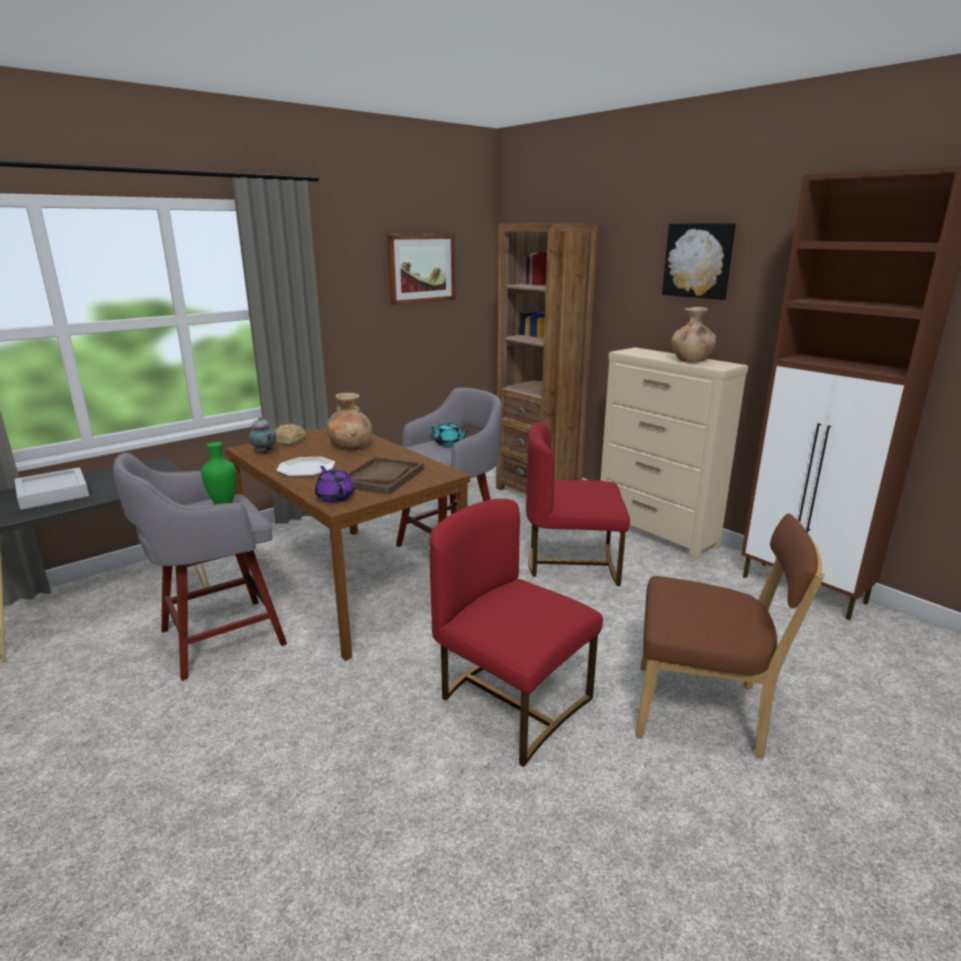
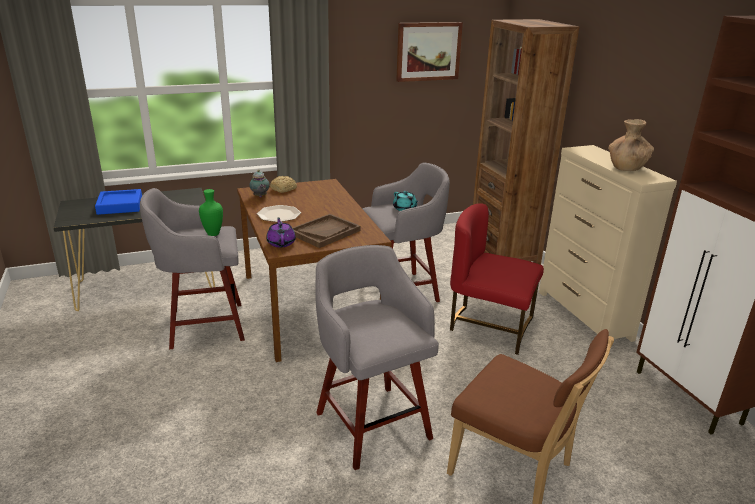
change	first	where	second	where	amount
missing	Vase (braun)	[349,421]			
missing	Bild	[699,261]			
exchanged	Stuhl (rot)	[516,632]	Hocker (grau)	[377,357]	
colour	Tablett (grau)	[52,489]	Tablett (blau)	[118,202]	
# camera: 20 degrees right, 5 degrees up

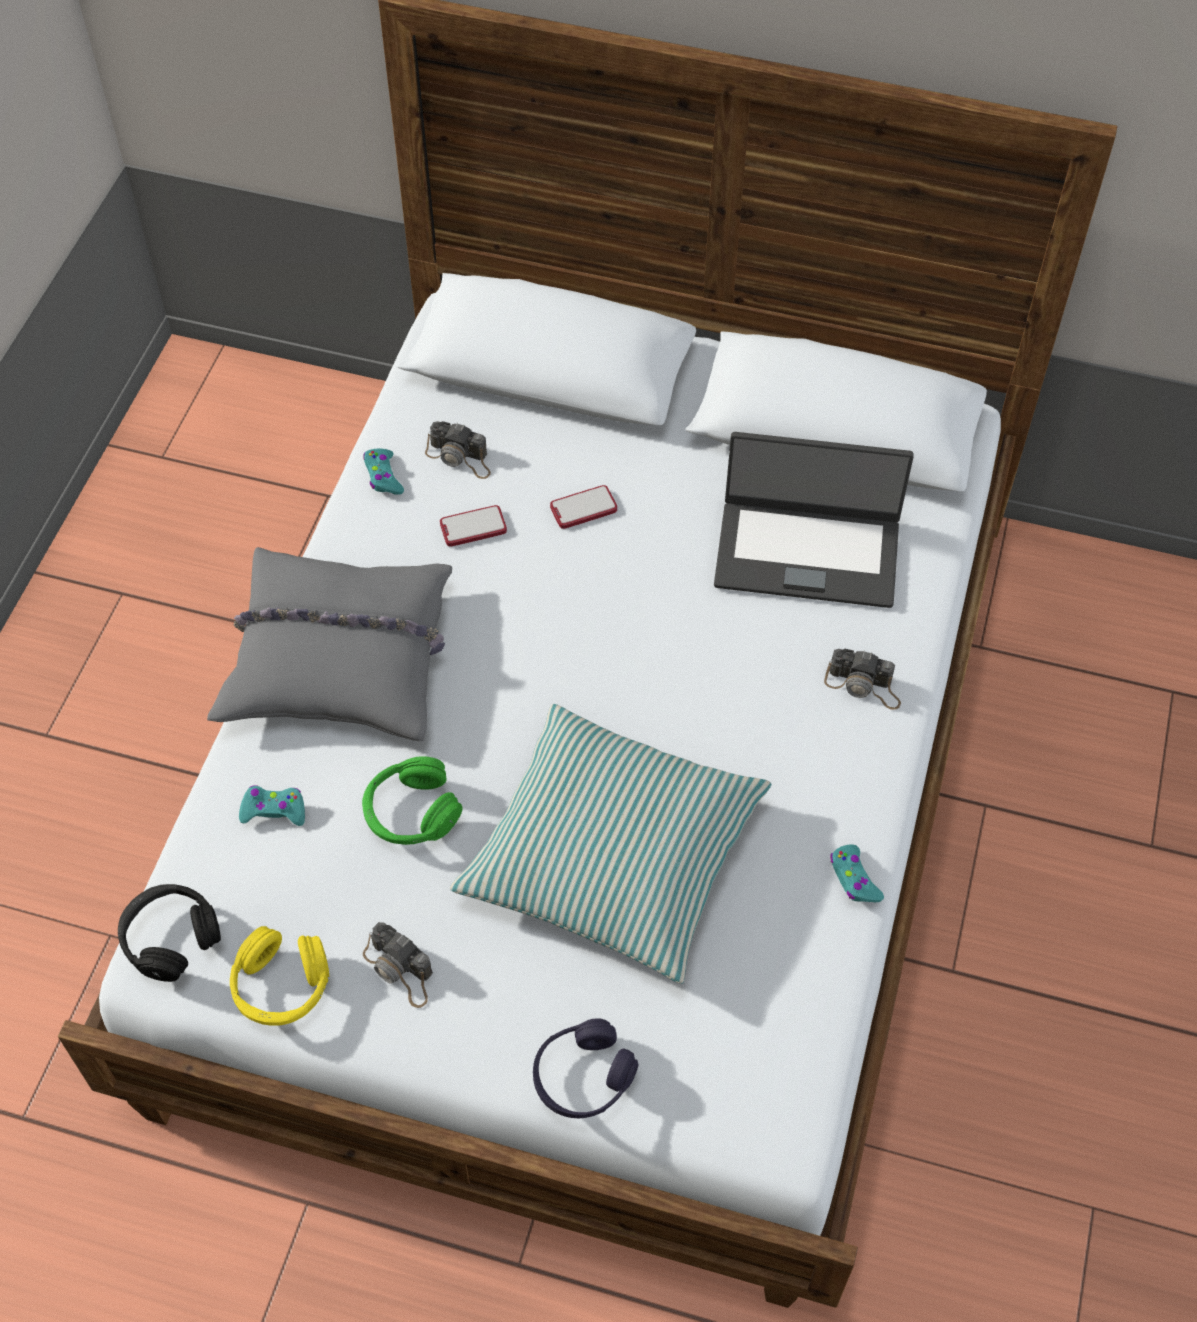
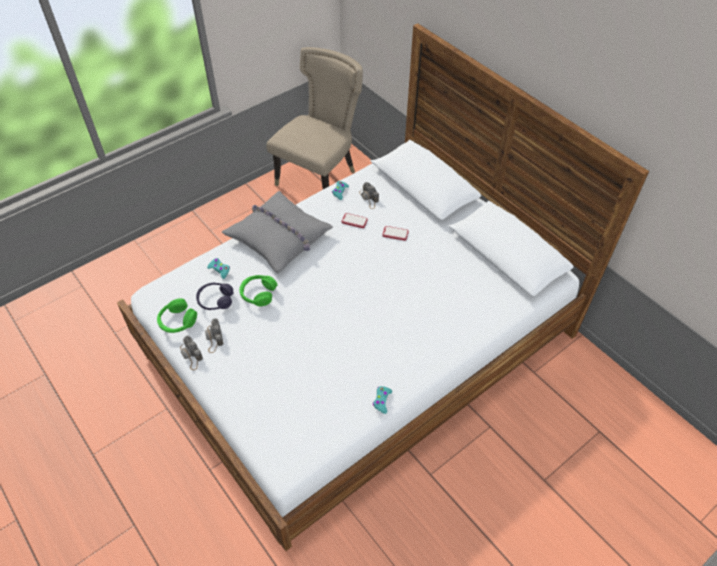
change	first	where	second	where	amount
missing	Kopfhörer (schwarz)	[169,933]			
missing	Kissen	[610,844]			
missing	Laptop	[814,520]			
appeared			Stuhl (beige)	[314,118]	
relocated	Kopfhörer (lila)	[586,1068]		[214,296]	
relocated	Kamera	[862,679]		[191,352]	
colour	Kopfhörer (gelb)	[279,976]	Kopfhörer (grün)	[177,315]	
# camera: 35 degrees right, 5 degrees down

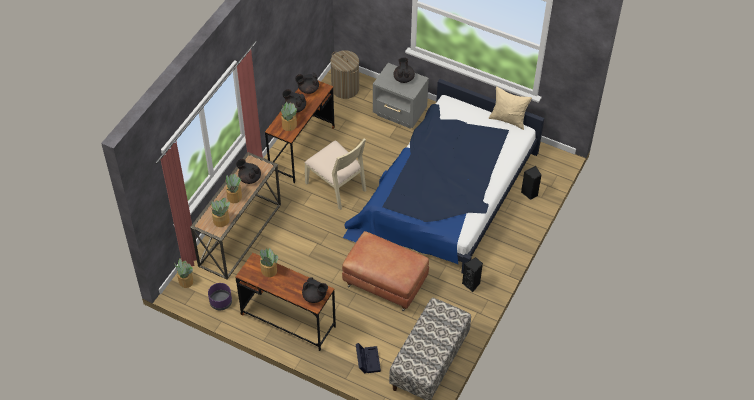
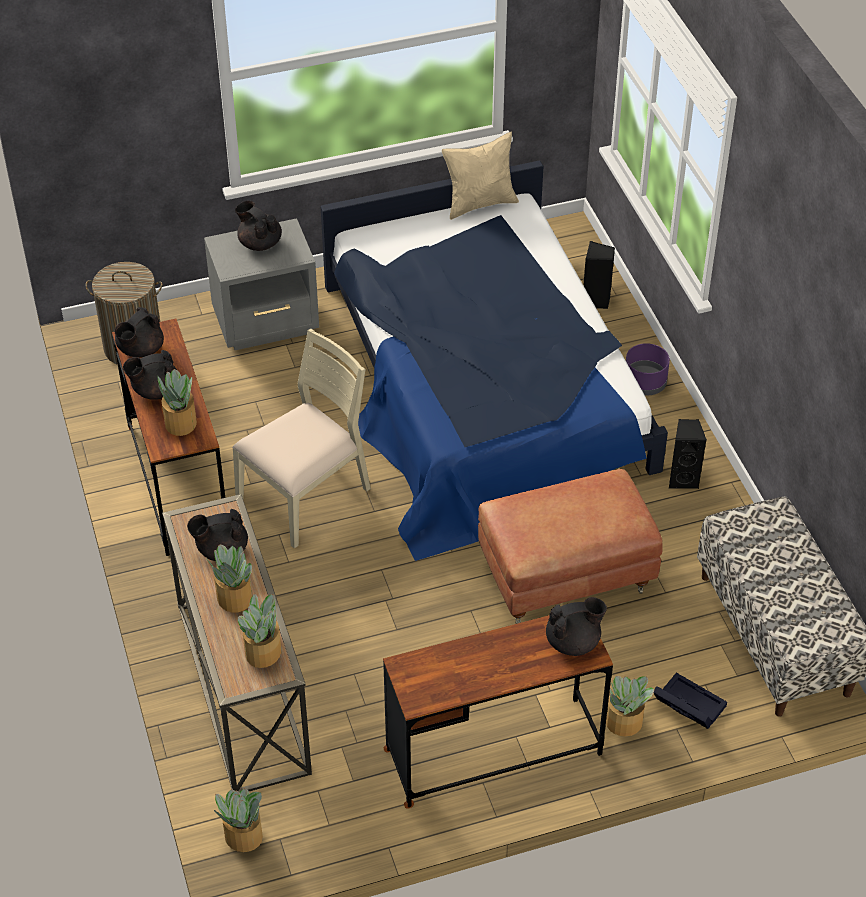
change	first	where	second	where	amount
relocated	Pflanzkübel (lila)	[220,296]		[648,369]	
relocated	Topfpflanze	[268,262]		[630,706]	
spun	Stuhl (beige)	[335,174]		[301,439]	45 degrees counterclockwise
# camera: 45 degrees left, 5 degrees down

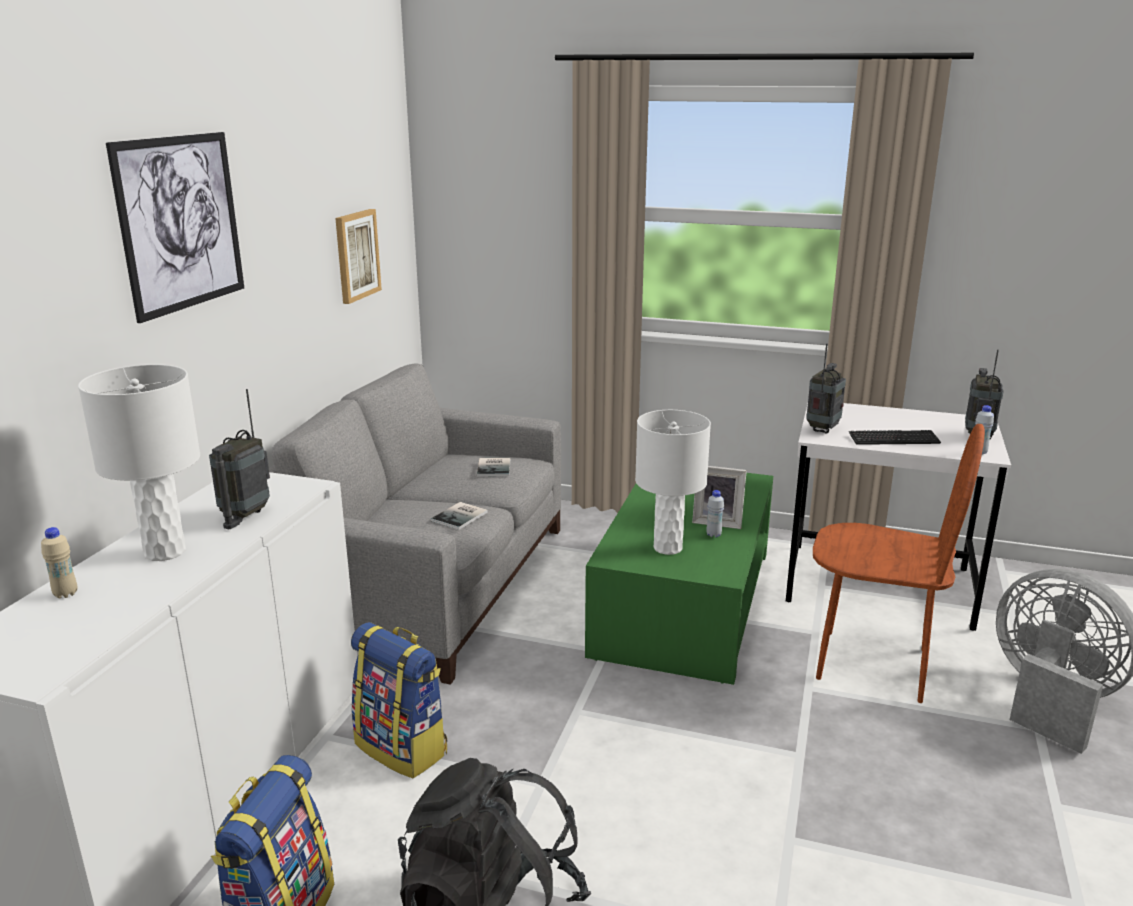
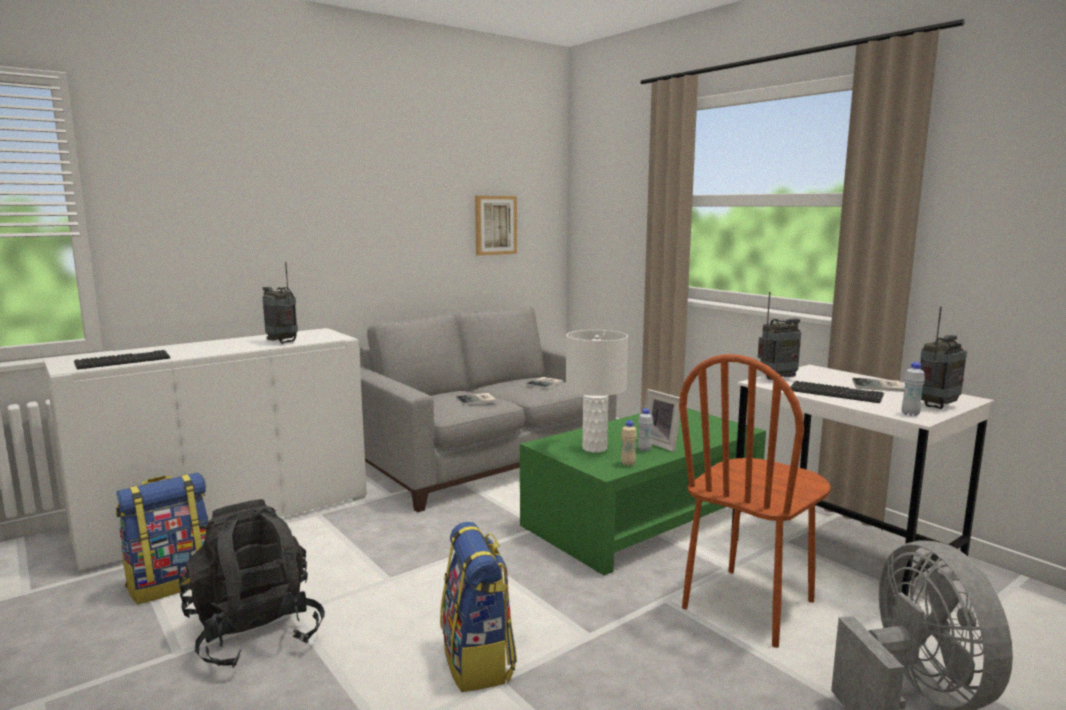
change	first	where	second	where	amount
missing	Tischlampe (weiß)	[139,462]			
missing	Bild	[175,227]			
appeared			Tastatur	[122,359]	
appeared			Buch	[878,385]	
relocated	Flasche (beige)	[59,562]		[629,443]	
relocated	Rucksack	[399,700]		[478,607]	
spun	Radio	[239,459]		[280,303]	75 degrees clockwise
spun	Stuhl (braun)	[899,563]		[755,501]	75 degrees clockwise
# camera: 35 degrees right, 10 degrees down

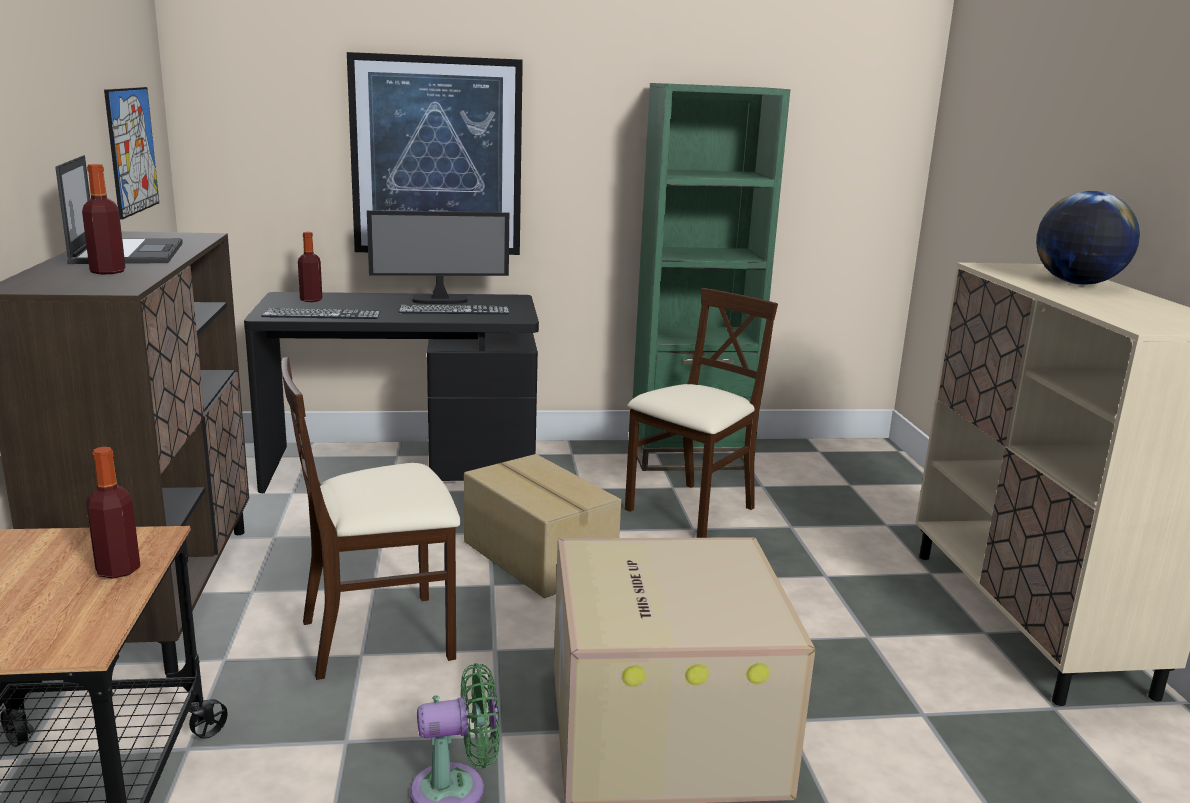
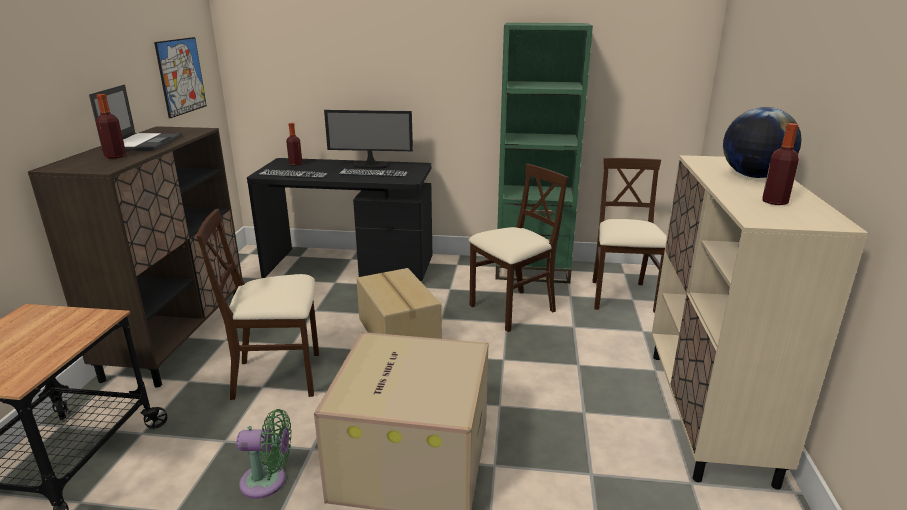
change	first	where	second	where	amount
missing	Bild	[435,153]			
appeared			Stuhl (beige)	[629,235]	
relocated	Flasche	[113,513]		[780,164]	
# camera: 15 degrees right, 5 degrees up

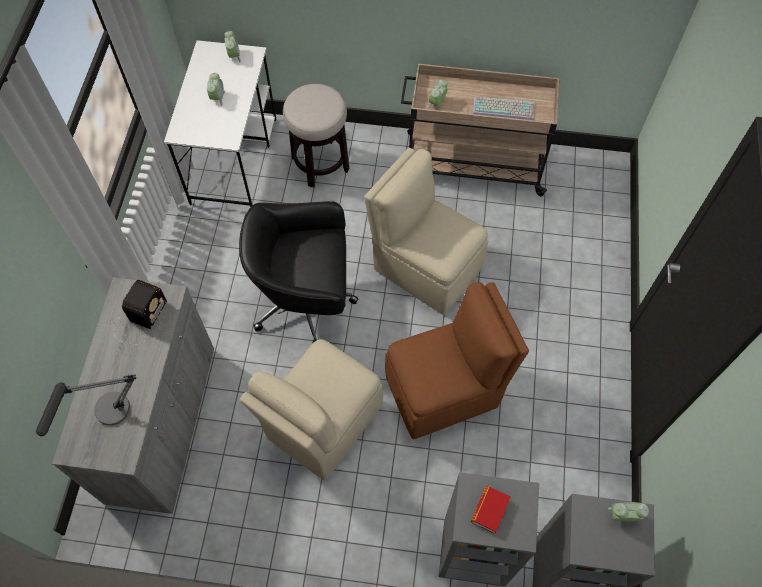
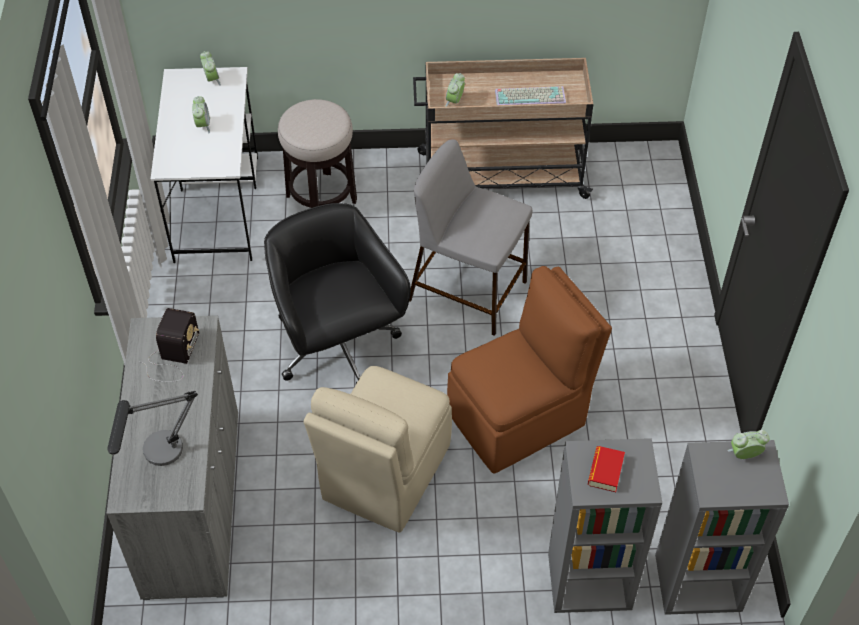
change	first	where	second	where	amount
exchanged	Stuhl (beige)	[426,231]	Hocker (grau)	[470,237]	
spun	Bürostuhl (schwarz)	[298,272]		[337,293]	75 degrees clockwise
# camera: 10 degrees left, 10 degrees down

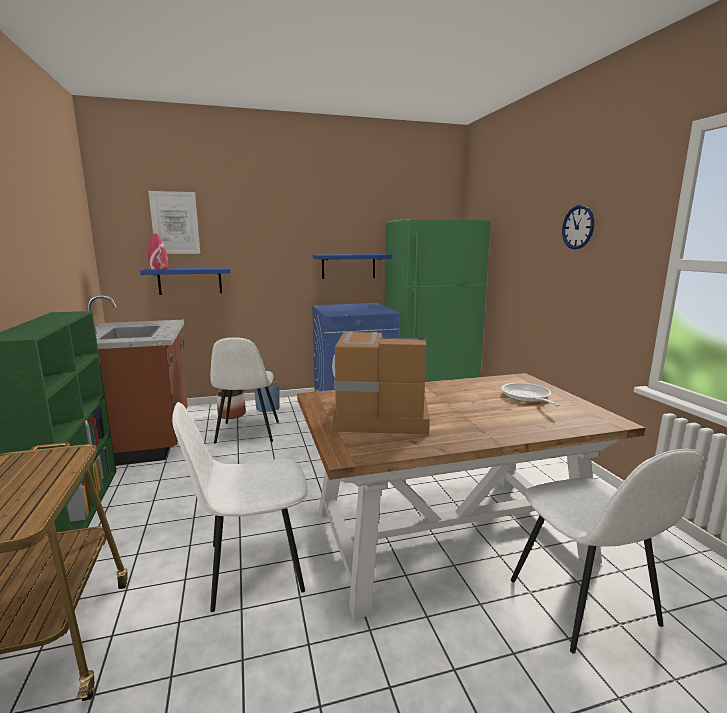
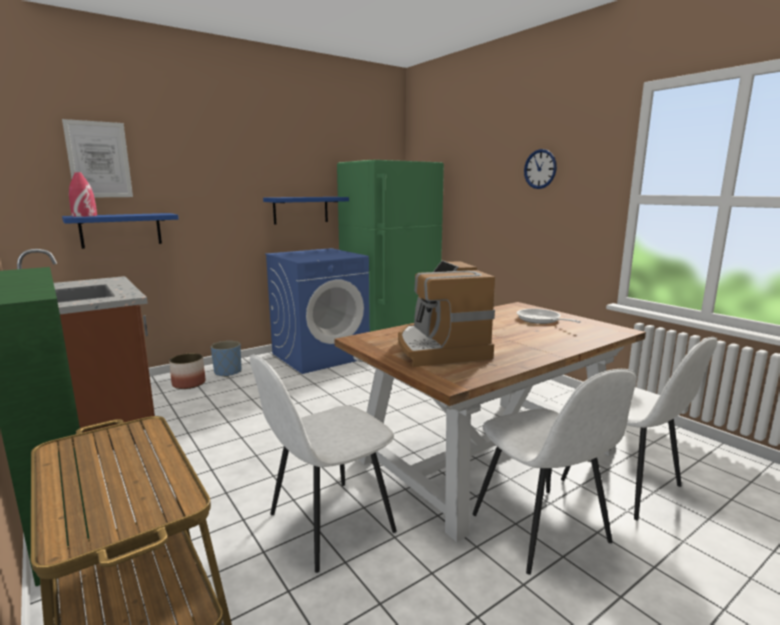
change	first	where	second	where	amount
relocated	Stuhl (weiß)	[244,390]		[554,472]	
spun	Kaffeemaschine	[381,383]		[446,314]	90 degrees counterclockwise
# camera: 20 degrees left, 0 degrees up

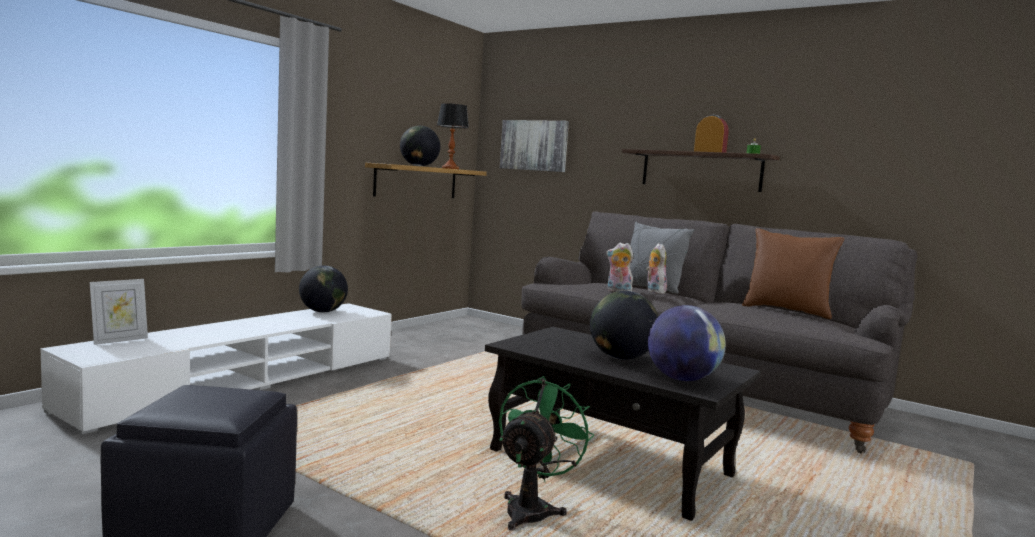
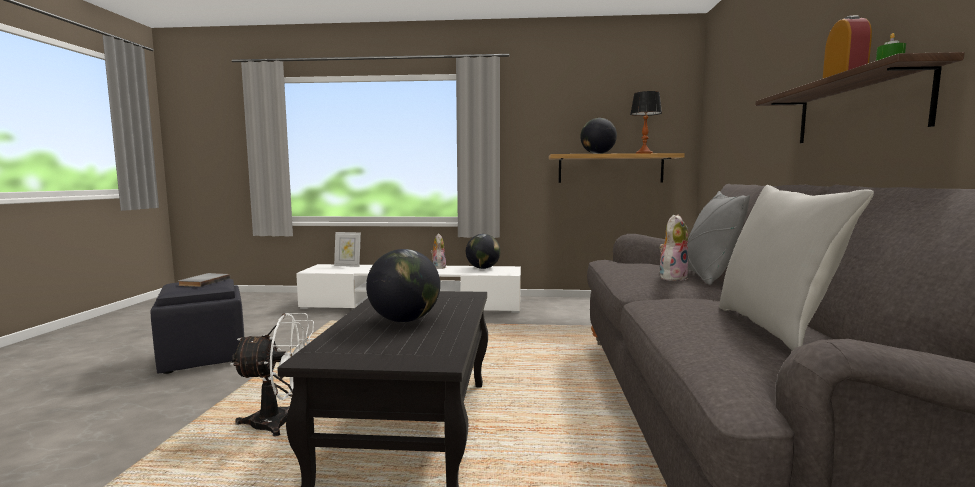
change	first	where	second	where	amount
missing	Bild	[534,146]			
missing	Globus	[687,343]			
appeared			Buch (grau)	[204,280]	
relocated	Plüschtier	[620,267]		[438,251]	
colour	Ventilator (grün)	[546,453]	Ventilator (weiß)	[272,375]	
colour	Kissen (braun)	[793,273]	Kissen (grau)	[796,268]	
# camera: 60 degrees right, 0 degrees up

